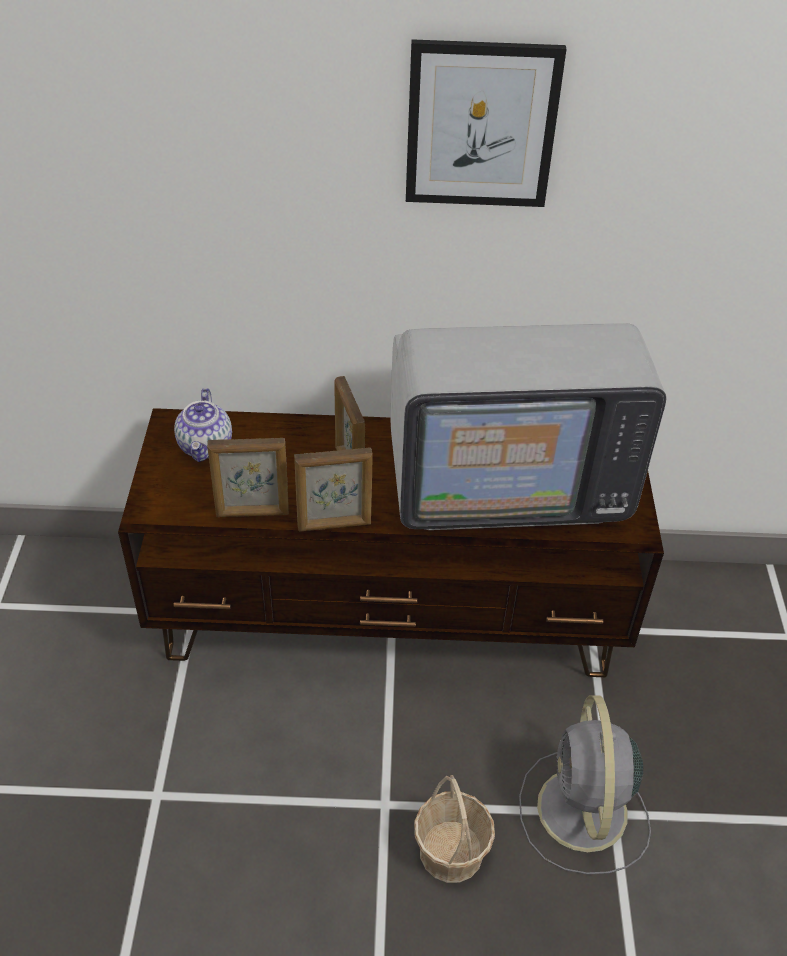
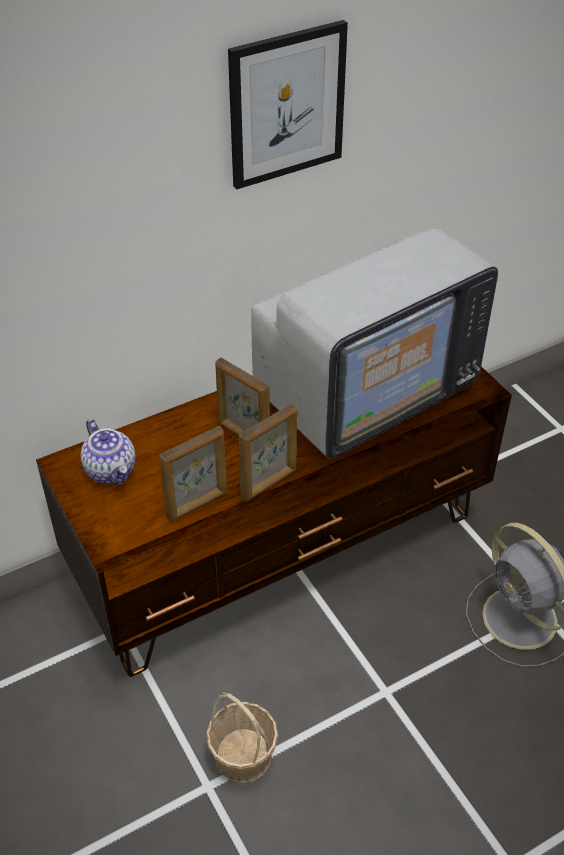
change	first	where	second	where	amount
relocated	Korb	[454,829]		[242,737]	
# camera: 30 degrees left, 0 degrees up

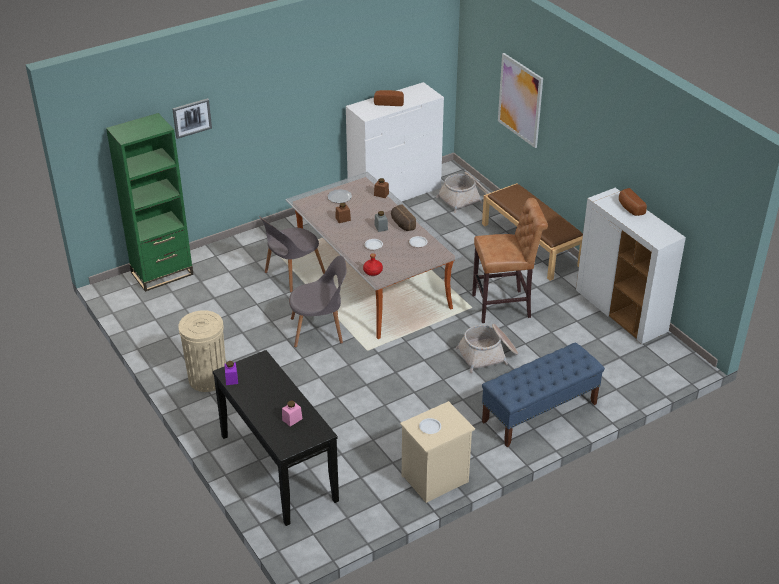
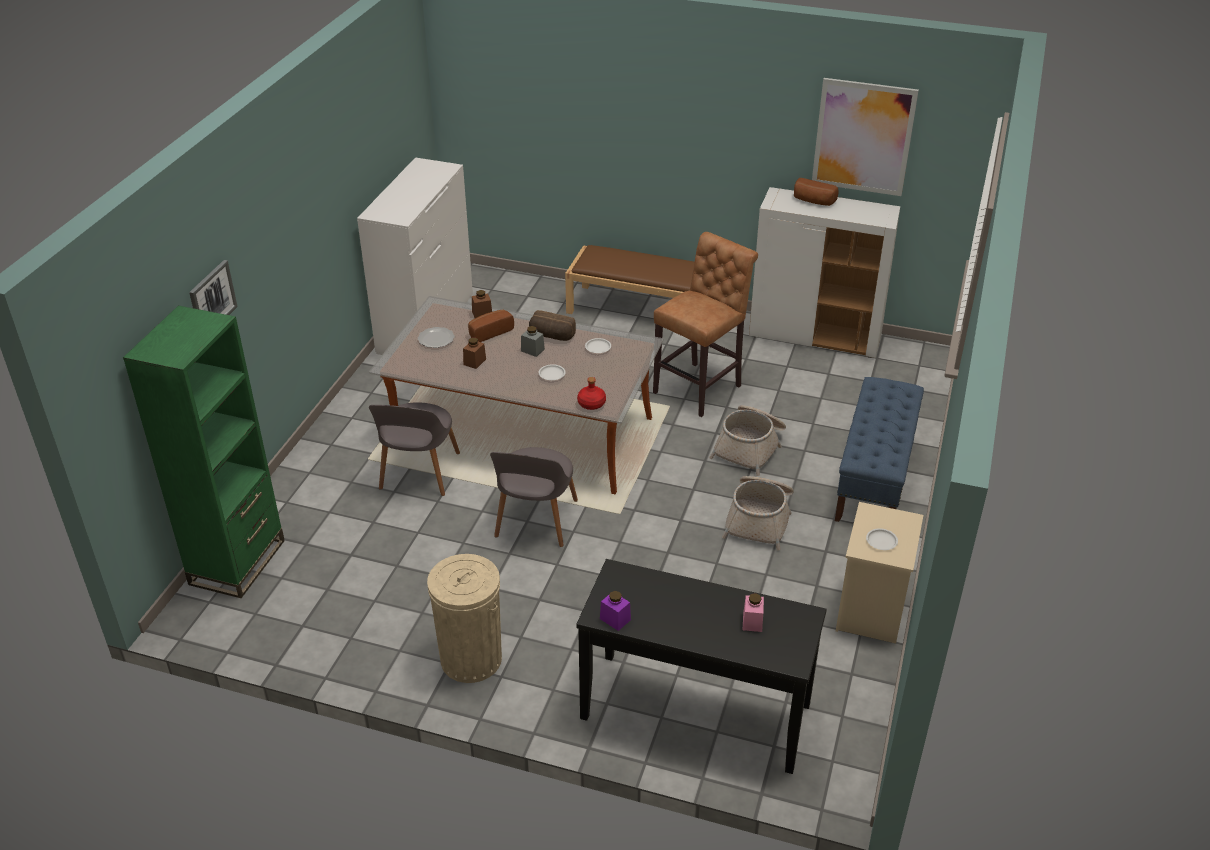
change	first	where	second	where	amount
relocated	Brot	[389,98]		[491,326]	
relocated	Korb	[462,192]		[758,513]	
relocated	Bild	[520,100]		[865,137]	
spun	Stuhl (grau)	[318,301]		[534,497]	150 degrees clockwise
# camera: 40 degrees left, 0 degrees up

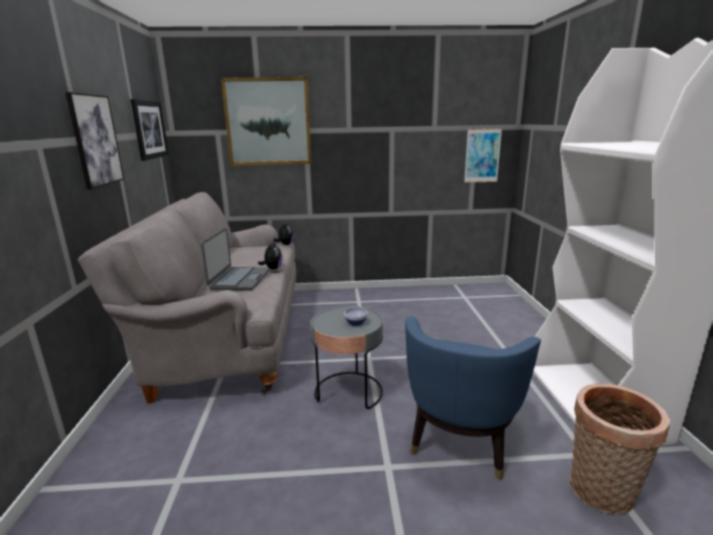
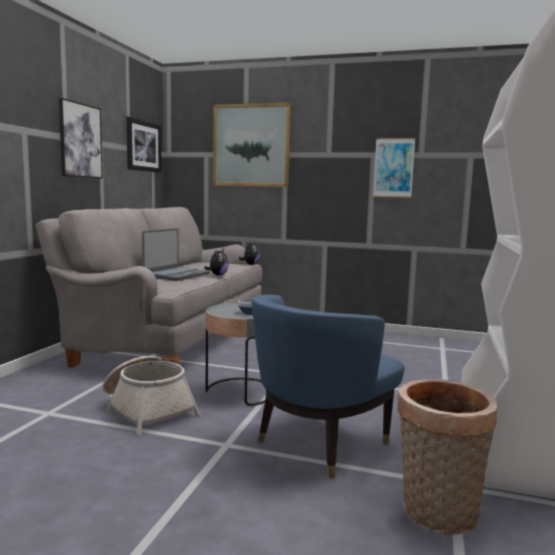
change	first	where	second	where	amount
appeared			Korb	[151,395]	
relocated	Bild	[483,155]		[394,168]	
# camera: 20 degrees right, 10 degrees down

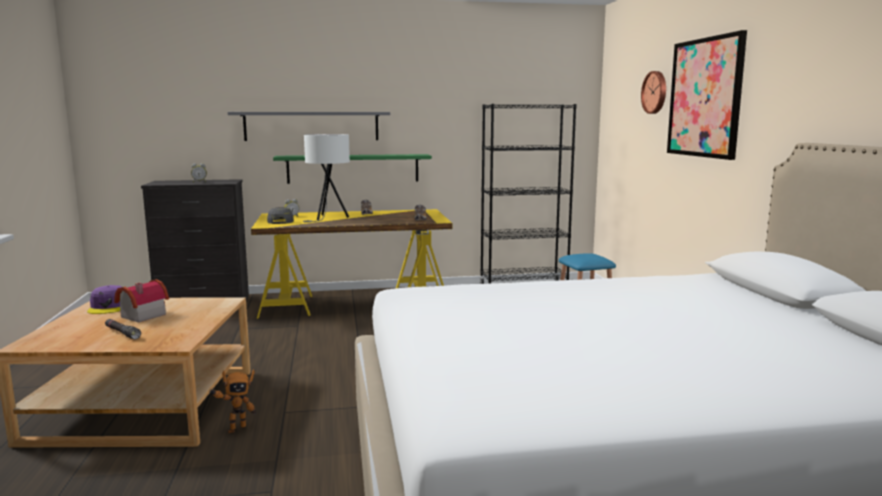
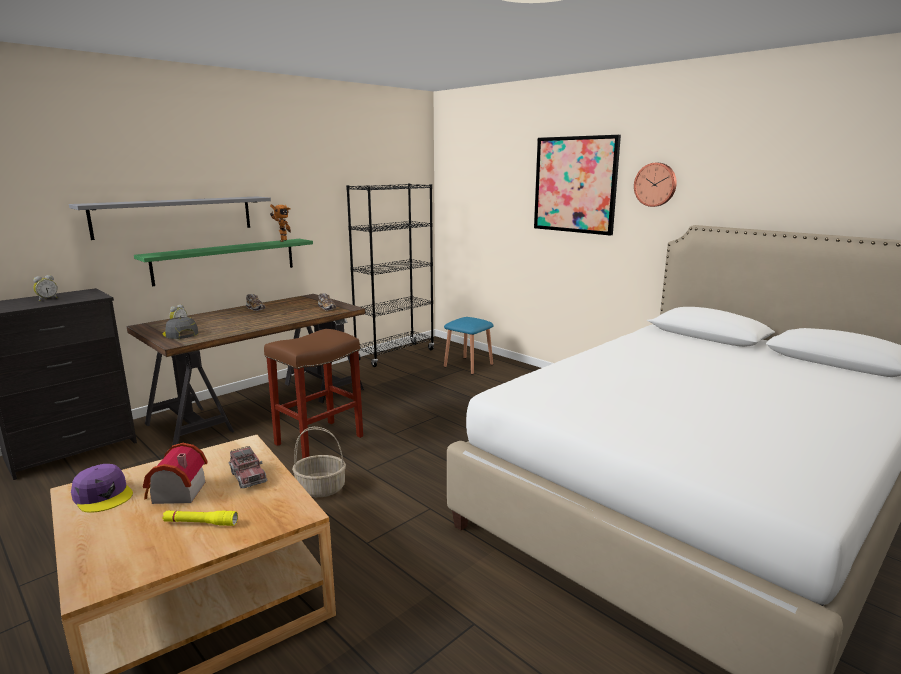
change	first	where	second	where	amount
missing	Tischlampe (weiß)	[326,178]			
appeared			Spielzeuglaster	[247,467]	
appeared			Hocker (braun)	[313,394]	
appeared			Korb	[319,462]	
relocated	Spielzeugroboter	[232,401]		[280,223]	
relocated	Wanduhr	[653,92]		[655,185]	
colour	Taschenlampe (schwarz)	[123,329]	Taschenlampe (gelb)	[200,518]	
colour	Schreibtisch (gelb)	[351,264]	Schreibtisch (braun)	[245,370]	
# camera: 35 degrees left, 5 degrees up

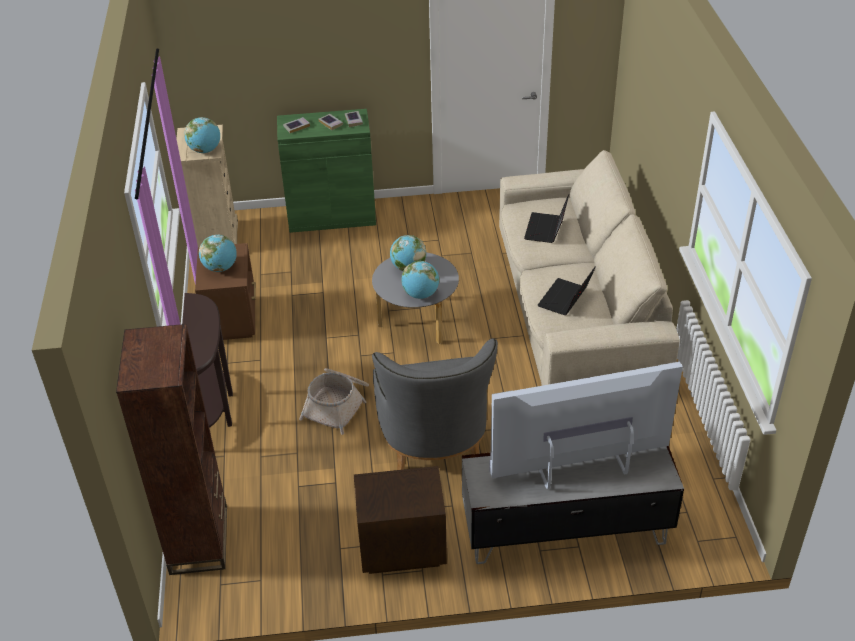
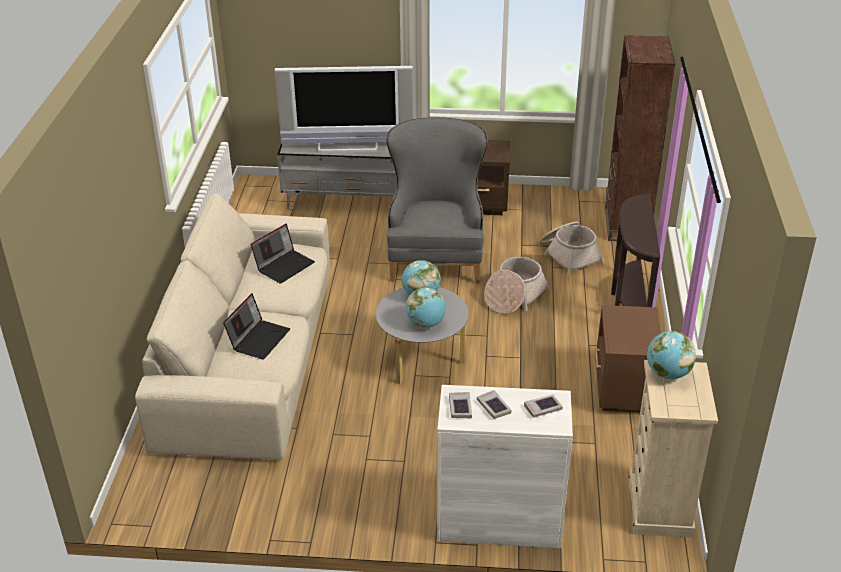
change	first	where	second	where	amount
missing	Globus	[218,253]			
appeared			Korb	[572,249]	
colour	Schrank (grün)	[326,171]	Schrank (weiß)	[505,466]	
# camera: 170 degrees left, 5 degrees down

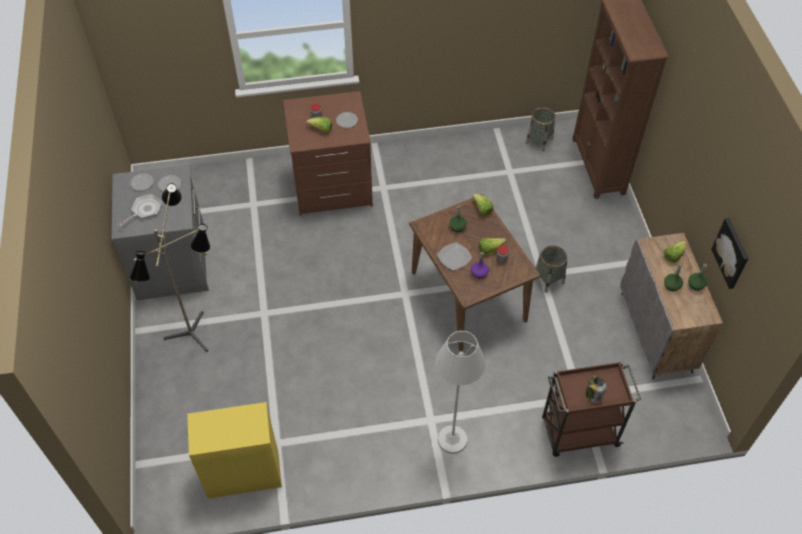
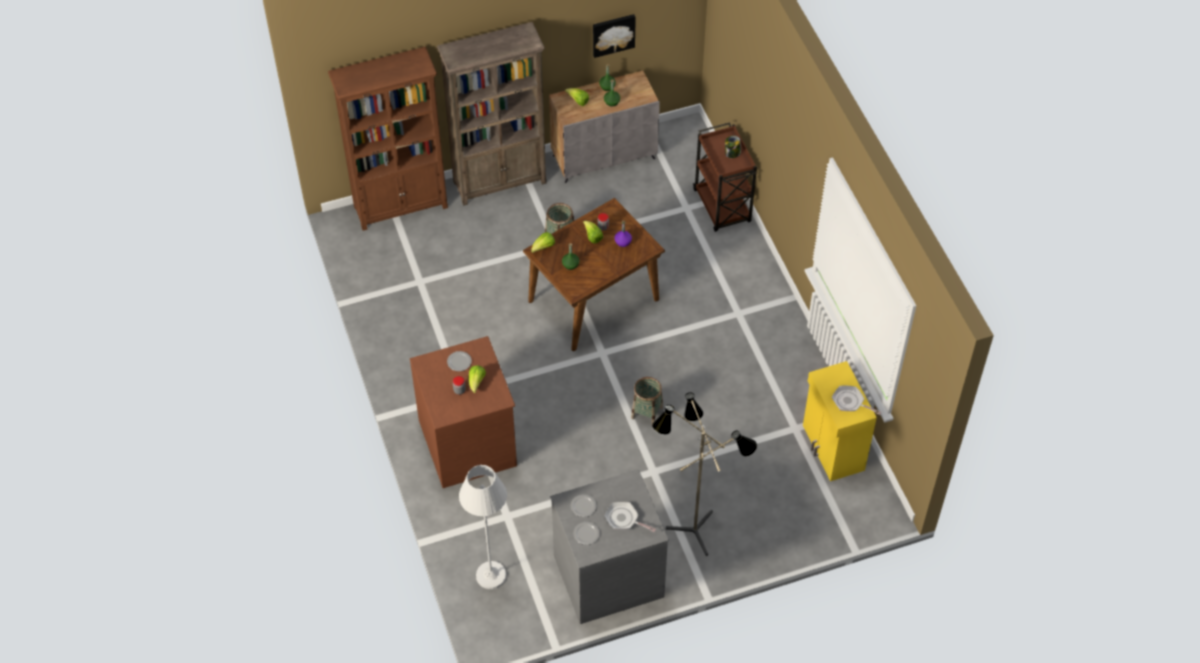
change	first	where	second	where	amount
missing	Teller	[454,256]			
appeared			Bücherregal (braun)	[491,114]	
appeared			Pfanne	[856,400]	
relocated	Stehlampe (weiß)	[460,392]		[483,527]	
relocated	Korb	[540,129]		[647,400]	
# camera: 100 degrees left, 0 degrees up

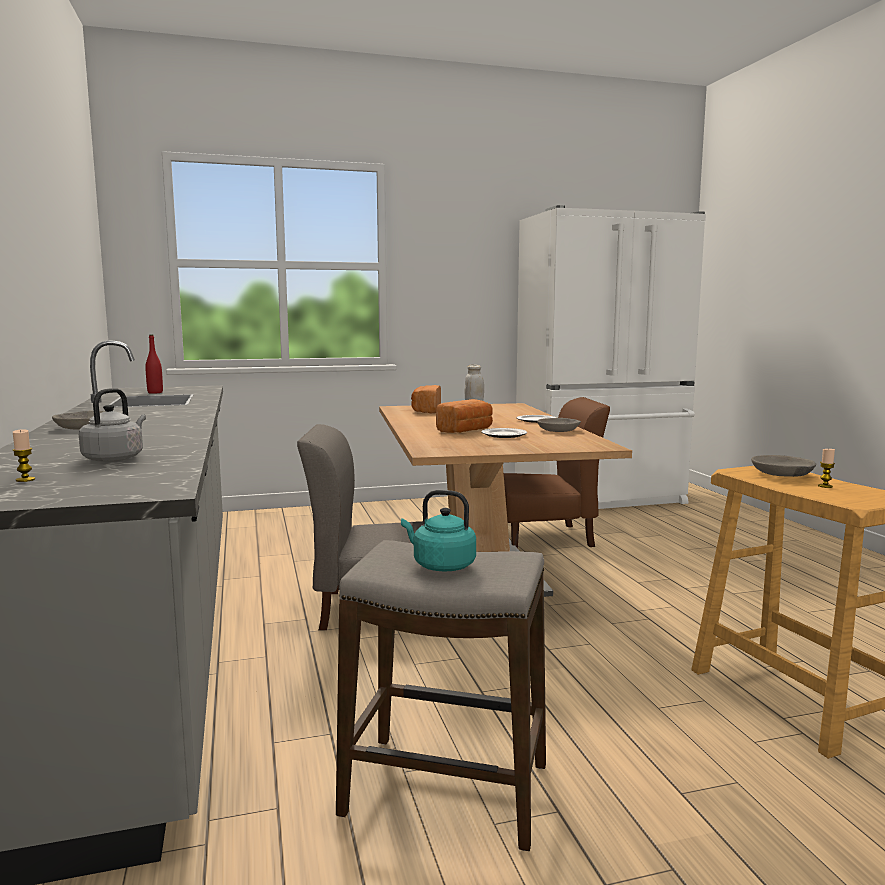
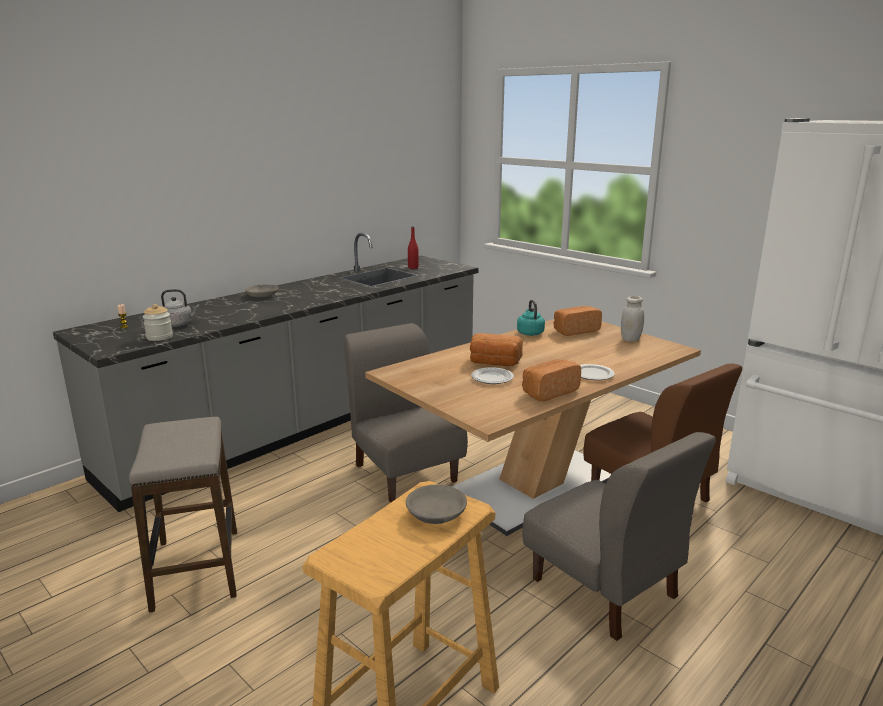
change	first	where	second	where	amount
missing	Kerze	[826,468]			
appeared			Vorratsglas	[158,322]	
appeared			Stuhl (grau)	[619,536]	
relocated	Wasserkessel (türkis)	[438,530]		[531,318]	
exchanged	Schüssel (grau)	[559,425]	Brot	[551,380]	
# camera: 60 degrees right, 10 degrees up

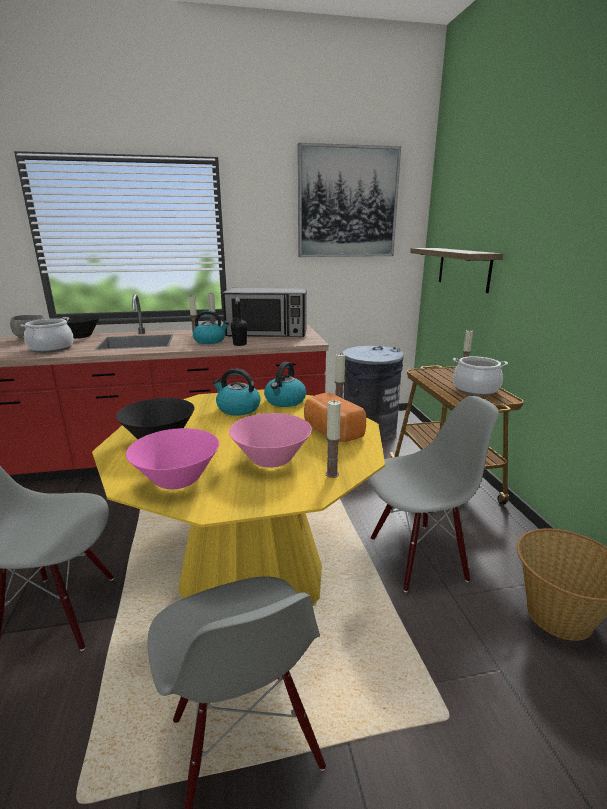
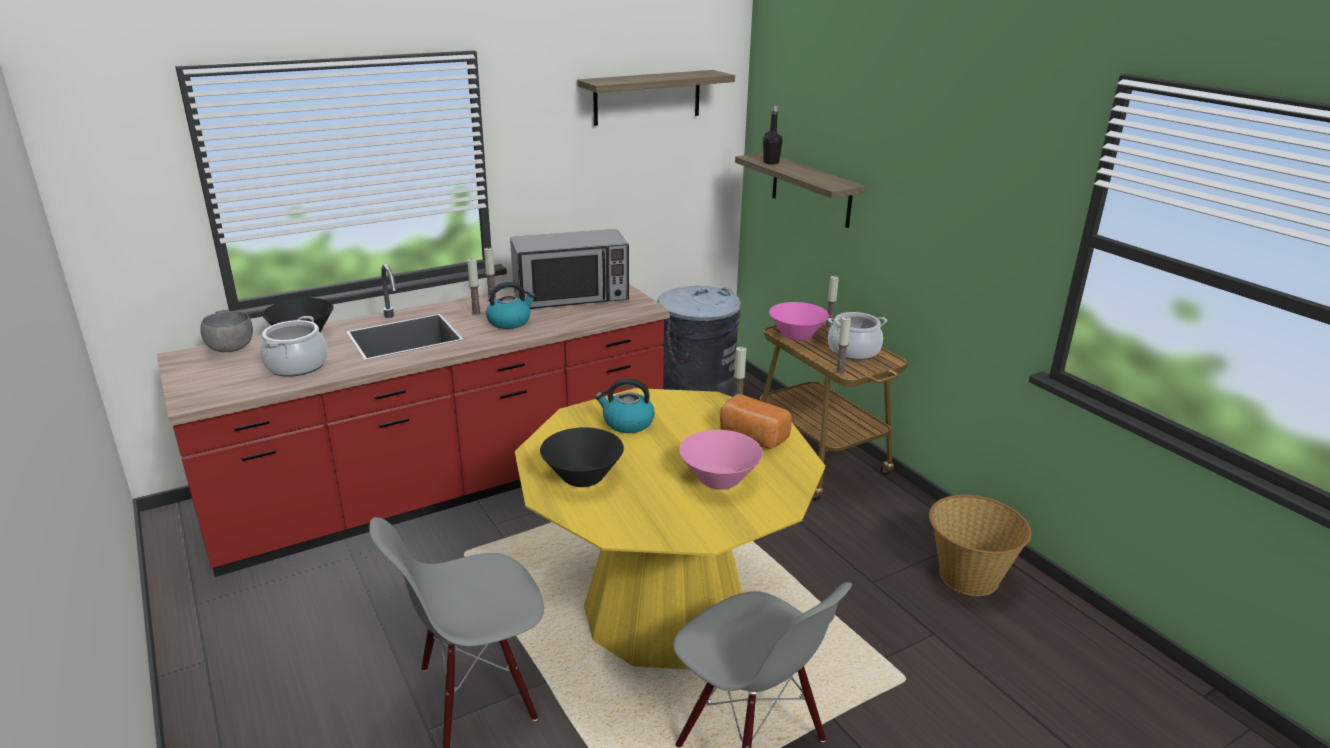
change	first	where	second	where	amount
missing	Wasserkessel	[285,384]			
missing	Stuhl (grau)	[434,494]			
relocated	Schüssel (rosa)	[172,458]		[799,321]	
relocated	Flasche (schwarz)	[239,321]		[772,135]	
relocated	Kerze	[333,439]		[843,345]	
exchanged	Bild	[349,200]	Wandregal	[656,98]	
# camera: 20 degrees left, 5 degrees up

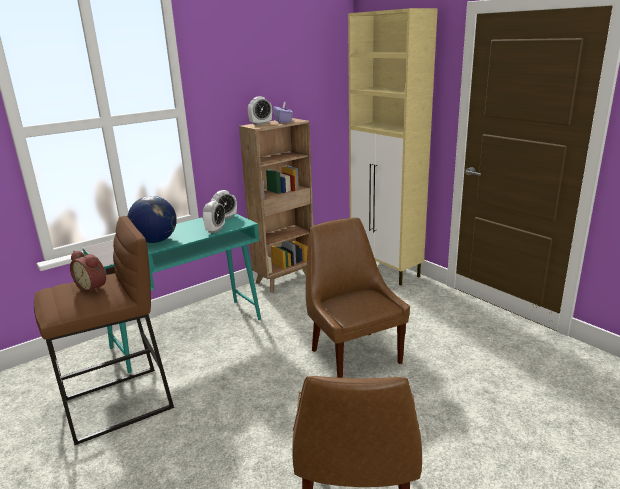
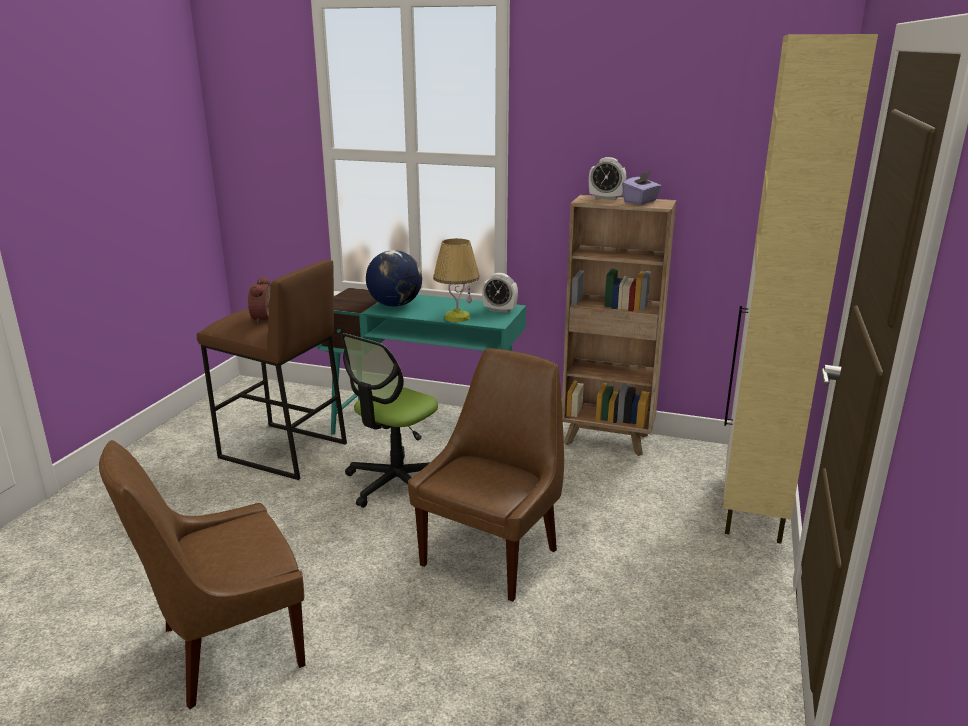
change	first	where	second	where	amount
appeared			Bürostuhl	[389,420]	
exchanged	Wecker	[213,217]	Tischlampe	[456,280]	
# camera: 55 degrees right, 0 degrees up

